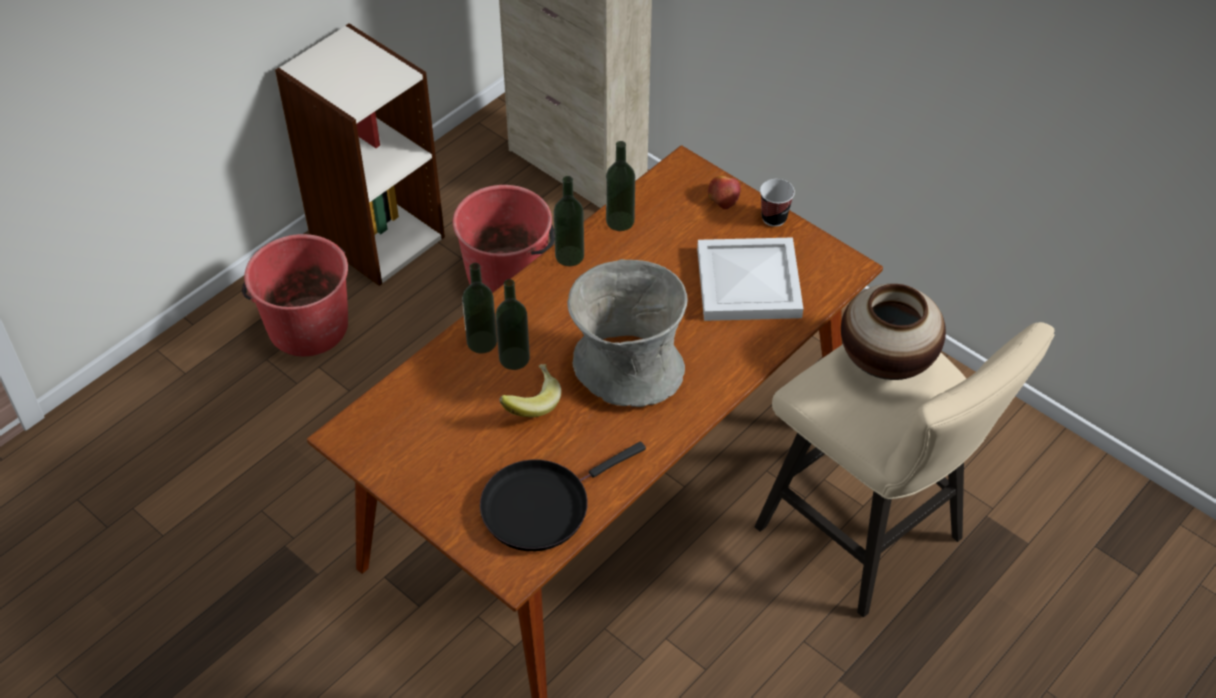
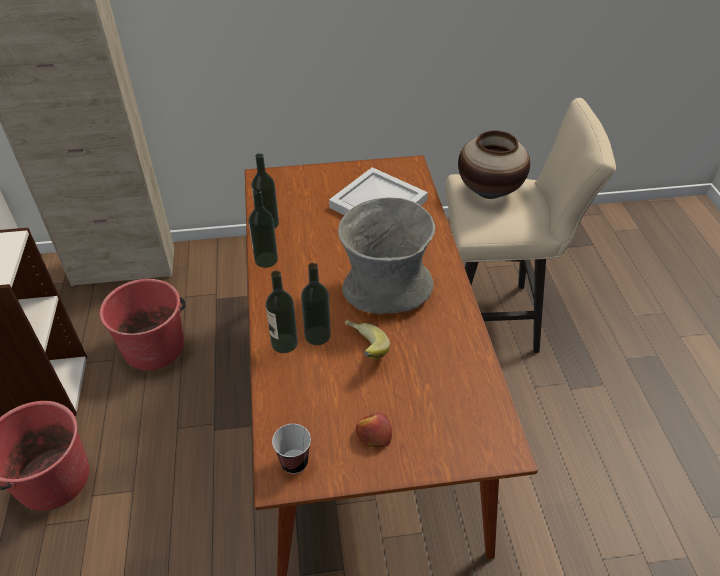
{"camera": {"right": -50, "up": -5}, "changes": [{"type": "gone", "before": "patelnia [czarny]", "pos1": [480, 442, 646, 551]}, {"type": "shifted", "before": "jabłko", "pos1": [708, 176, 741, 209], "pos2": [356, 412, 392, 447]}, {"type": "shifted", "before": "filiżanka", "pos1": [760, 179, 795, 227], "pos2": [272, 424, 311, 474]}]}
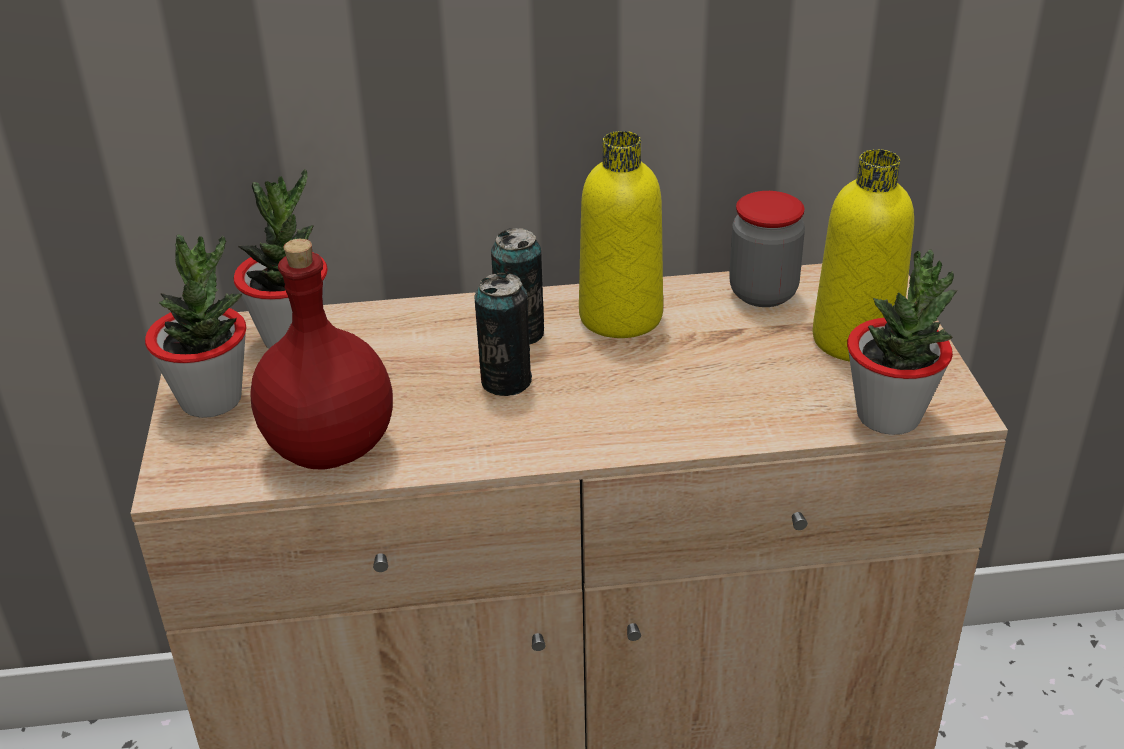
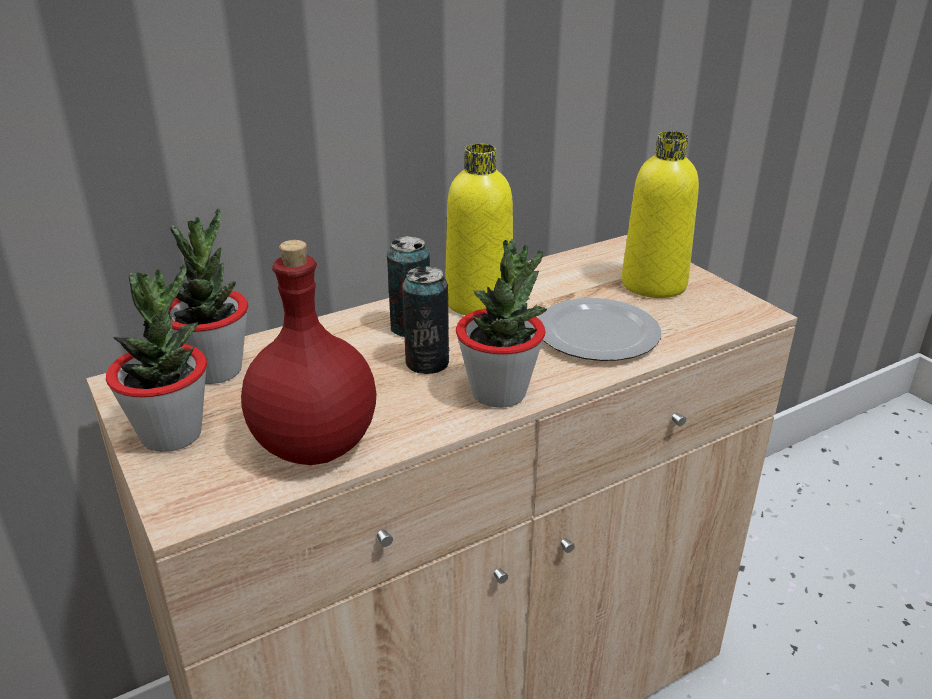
{"camera": {"right": -25, "up": -5}, "changes": [{"type": "gone", "before": "słoik", "pos1": [729, 191, 805, 307]}, {"type": "new", "after": "talerz", "pos2": [538, 298, 661, 361]}, {"type": "shifted", "before": "roślina doniczkowa", "pos1": [847, 249, 958, 435], "pos2": [456, 239, 547, 408]}]}
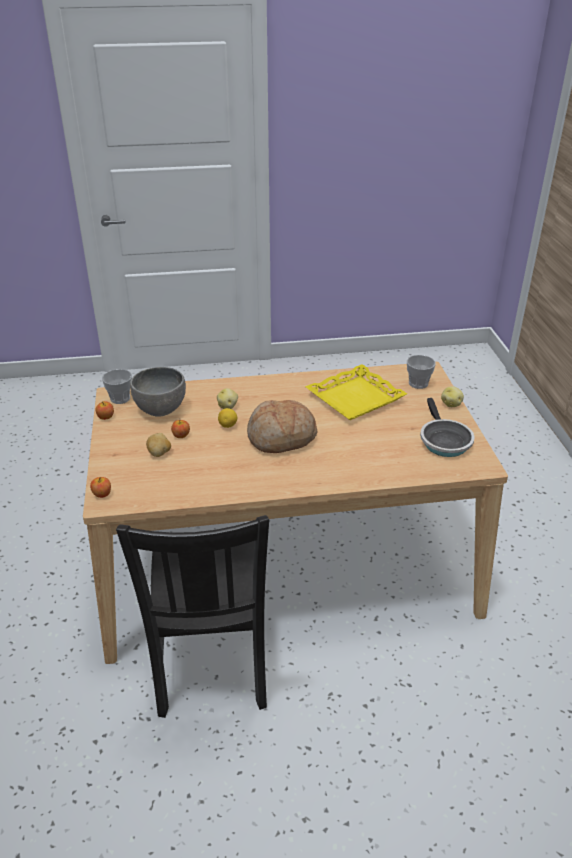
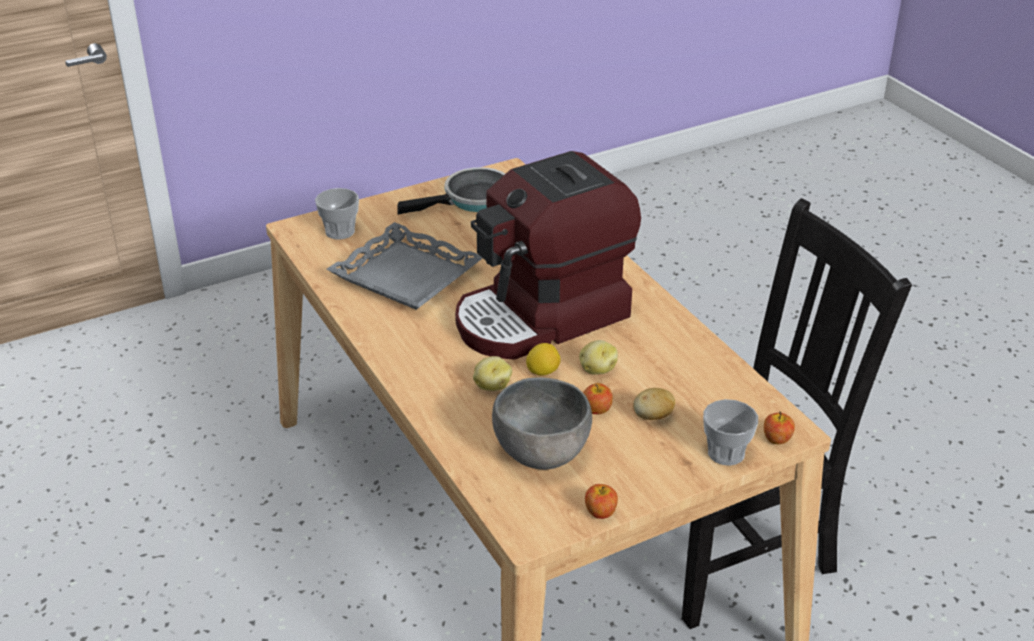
{"camera": {"right": -110, "up": 0}, "changes": [{"type": "shifted", "before": "filiżanka", "pos1": [102, 369, 132, 404], "pos2": [703, 399, 758, 466]}, {"type": "shifted", "before": "ziemniak", "pos1": [441, 386, 464, 407], "pos2": [579, 340, 618, 375]}, {"type": "swapped", "before": "chleb", "after": "ekspres do kawy", "pos1": [247, 400, 317, 453], "pos2": [455, 151, 641, 360]}, {"type": "repainted", "before": "taca [żółty]", "after": "taca [szary]", "pos1": [305, 364, 407, 420], "pos2": [327, 222, 483, 310]}]}
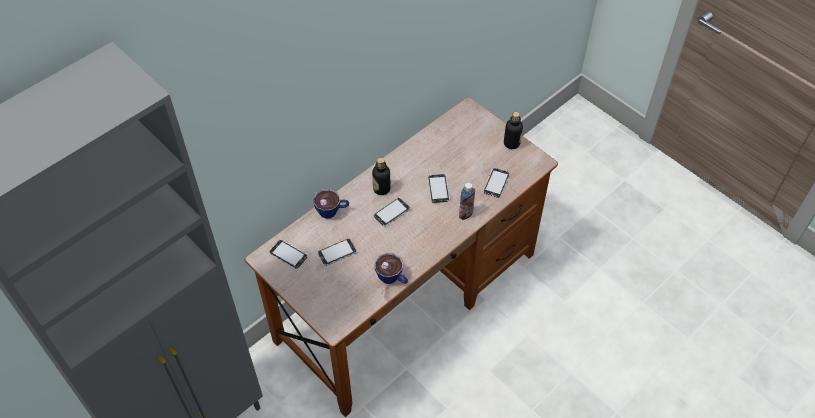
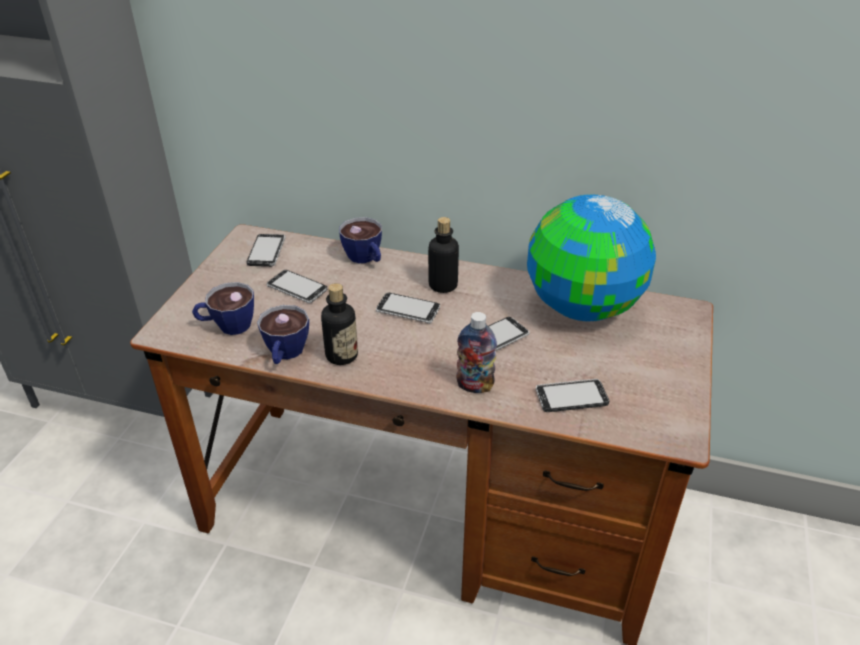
{"camera": {"right": 60, "up": -15}, "changes": [{"type": "new", "after": "filiżanka", "pos2": [192, 282, 254, 335]}, {"type": "new", "after": "globus", "pos2": [527, 194, 656, 322]}, {"type": "shifted", "before": "butelka", "pos1": [504, 112, 523, 149], "pos2": [321, 283, 358, 365]}]}
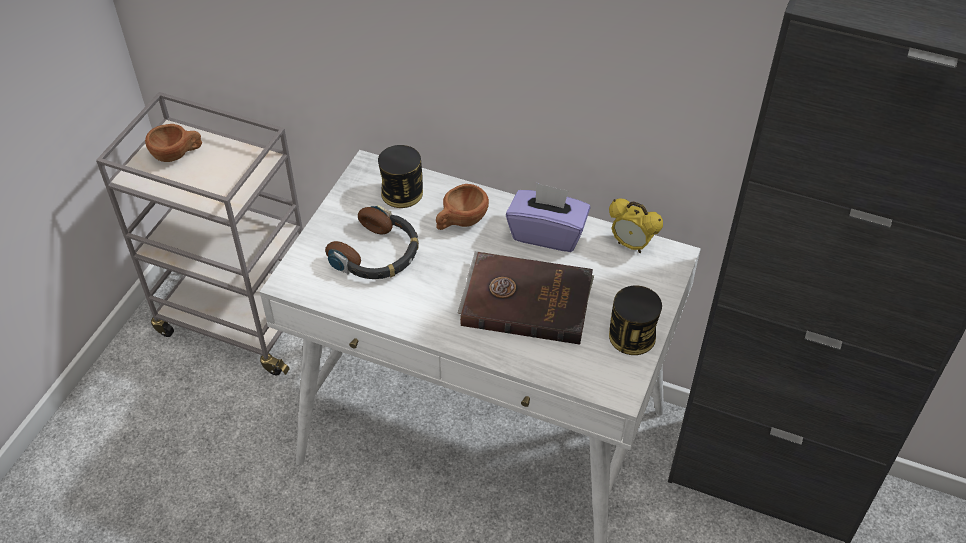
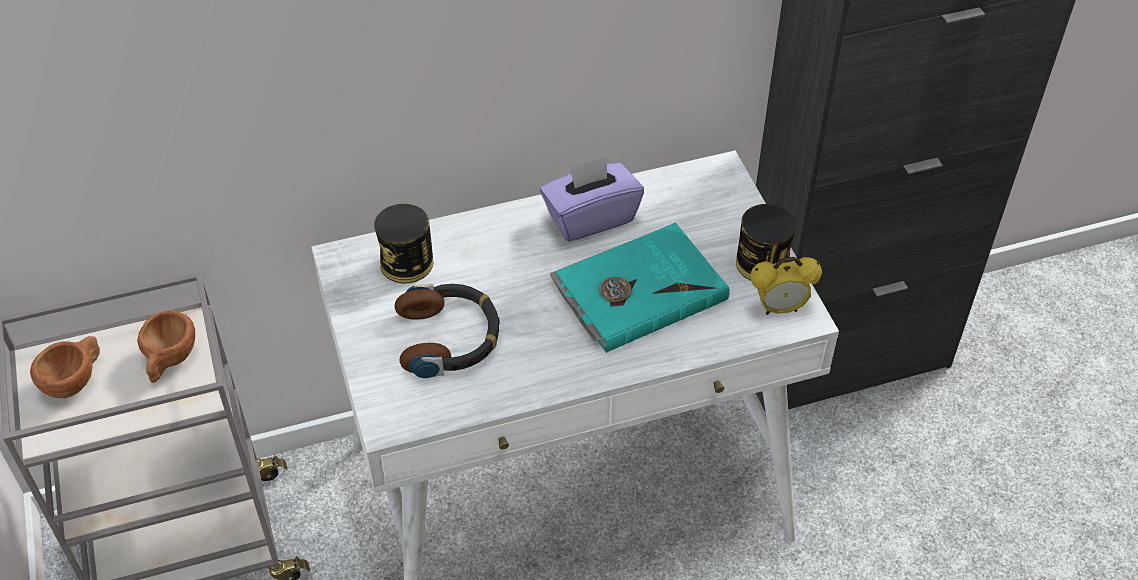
{"camera": {"right": -40, "up": 0}, "changes": [{"type": "shifted", "before": "filiżanka [brązowy]", "pos1": [436, 184, 489, 230], "pos2": [137, 311, 195, 383]}, {"type": "shifted", "before": "budzik", "pos1": [609, 198, 663, 253], "pos2": [750, 257, 822, 315]}, {"type": "repainted", "before": "książka [brązowy]", "after": "książka [turkusowy]", "pos1": [458, 251, 594, 345], "pos2": [550, 223, 729, 353]}]}
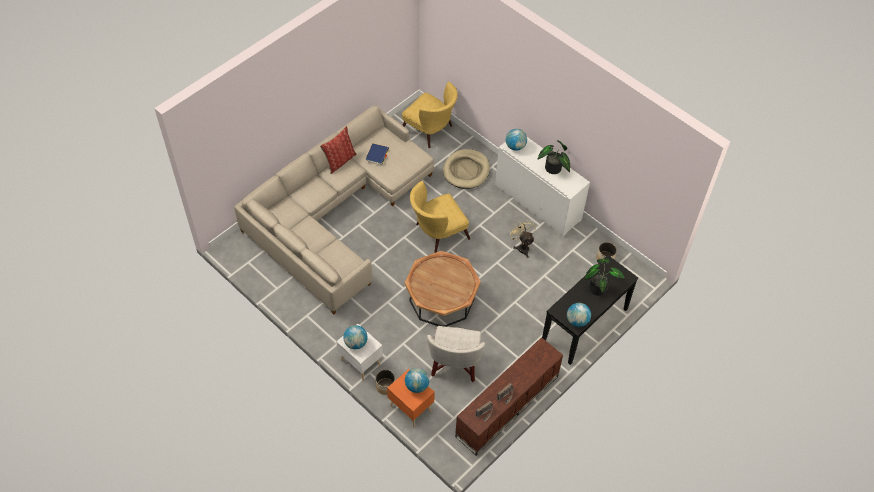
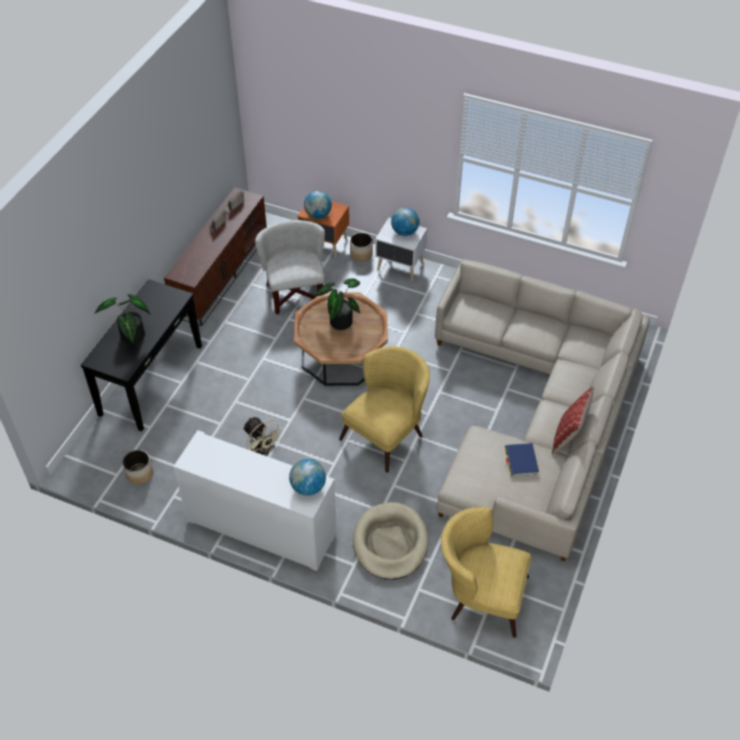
{"camera": {"right": 160, "up": -5}, "changes": [{"type": "gone", "before": "globus", "pos1": [567, 303, 591, 327]}, {"type": "shifted", "before": "roślina doniczkowa", "pos1": [537, 140, 570, 174], "pos2": [315, 278, 360, 330]}]}
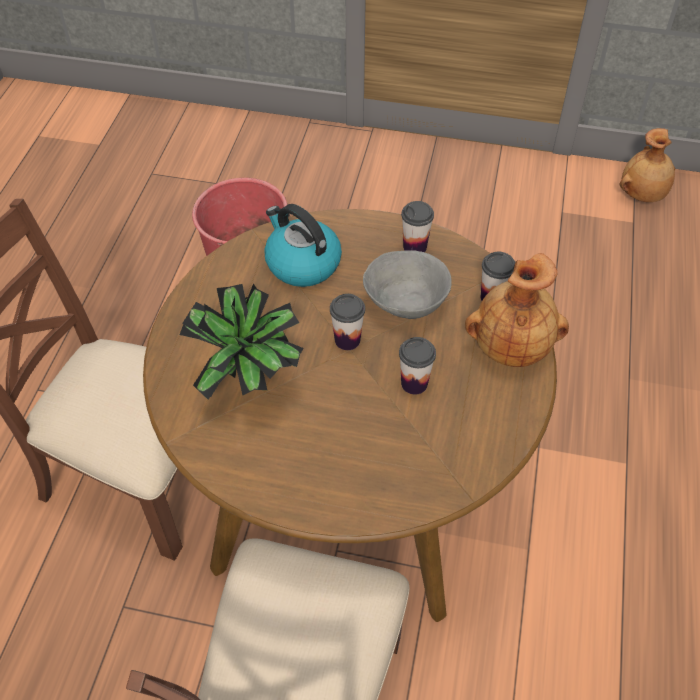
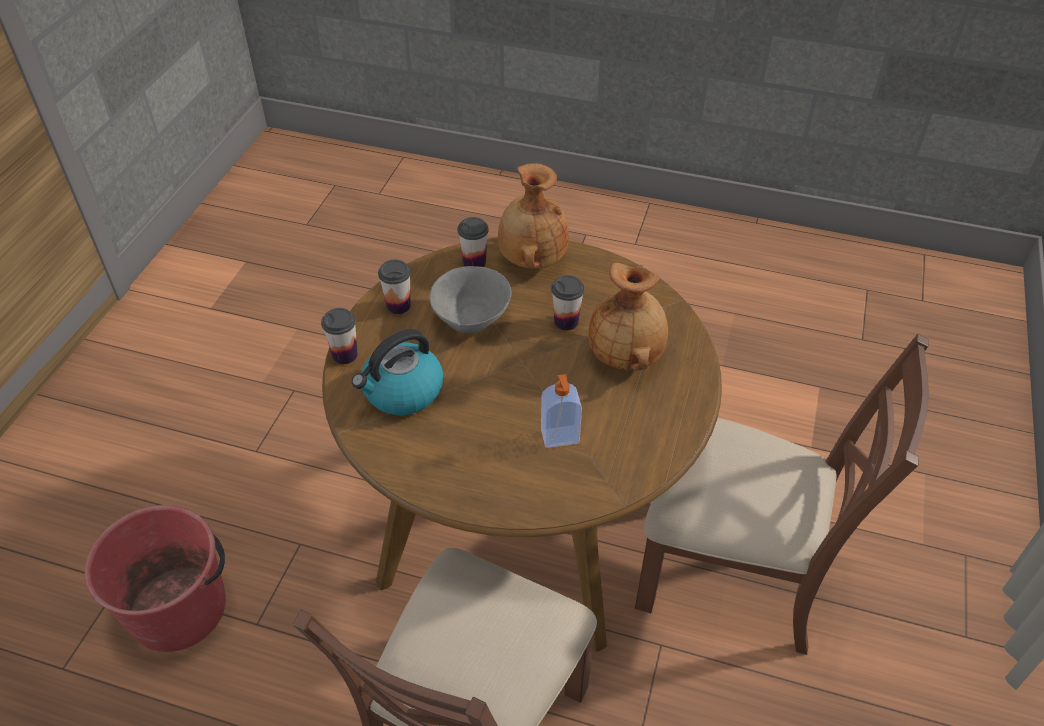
{"camera": {"right": -85, "up": -5}, "changes": [{"type": "shifted", "before": "filiżanka", "pos1": [330, 294, 365, 350], "pos2": [321, 308, 358, 364]}, {"type": "shifted", "before": "wazon [brązowy]", "pos1": [619, 128, 675, 202], "pos2": [588, 262, 668, 371]}, {"type": "swapped", "before": "roślina doniczkowa", "after": "dozownik mydła", "pos1": [179, 283, 304, 399], "pos2": [541, 374, 582, 448]}]}
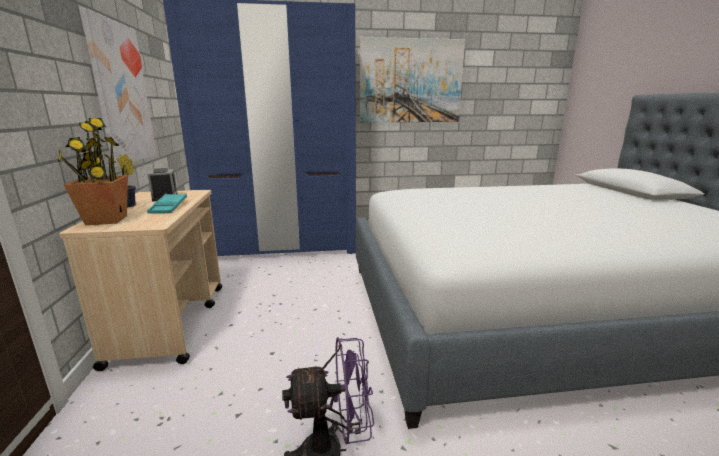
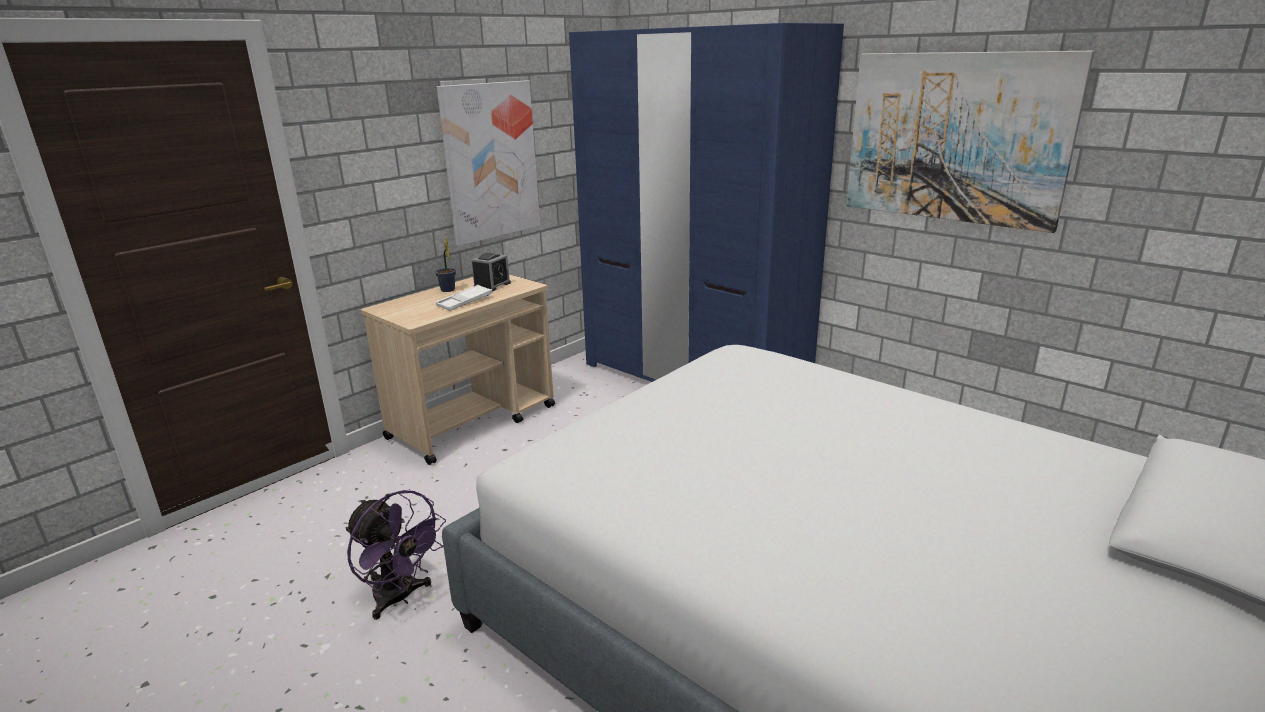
{"camera": {"right": 50, "up": 5}, "changes": [{"type": "gone", "before": "roślina doniczkowa", "pos1": [58, 118, 128, 225]}, {"type": "repainted", "before": "taca [turkusowy]", "after": "taca [biały]", "pos1": [147, 194, 187, 214], "pos2": [436, 285, 493, 311]}]}
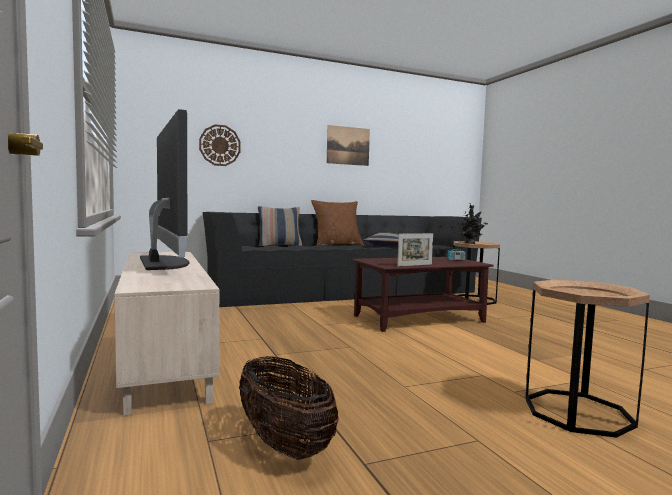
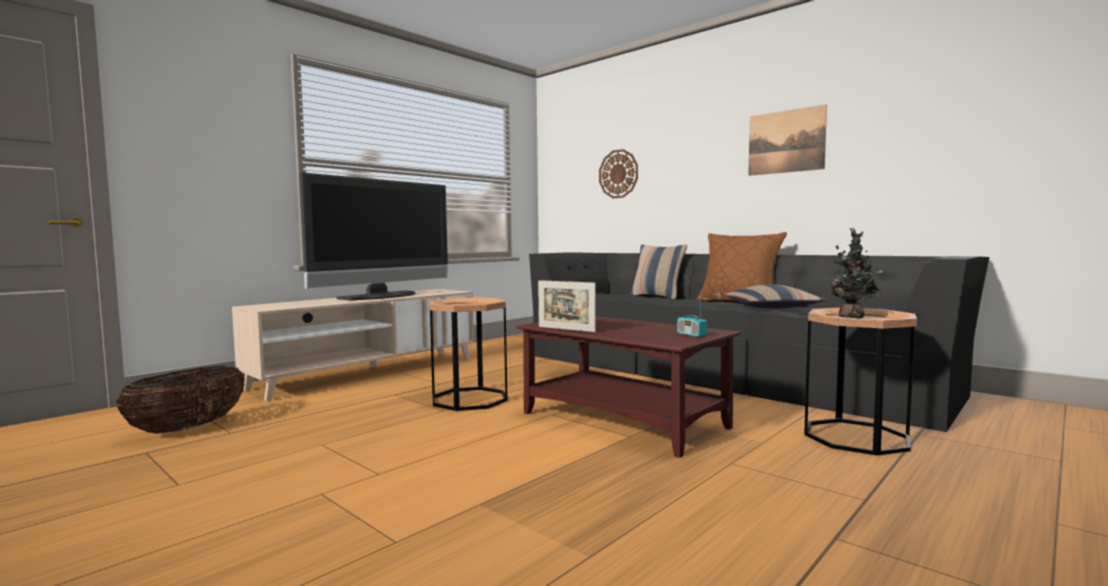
{"camera": {"right": 65, "up": 0}, "changes": [{"type": "shifted", "before": "stolik [brązowy]", "pos1": [525, 279, 650, 438], "pos2": [430, 297, 508, 411]}]}
